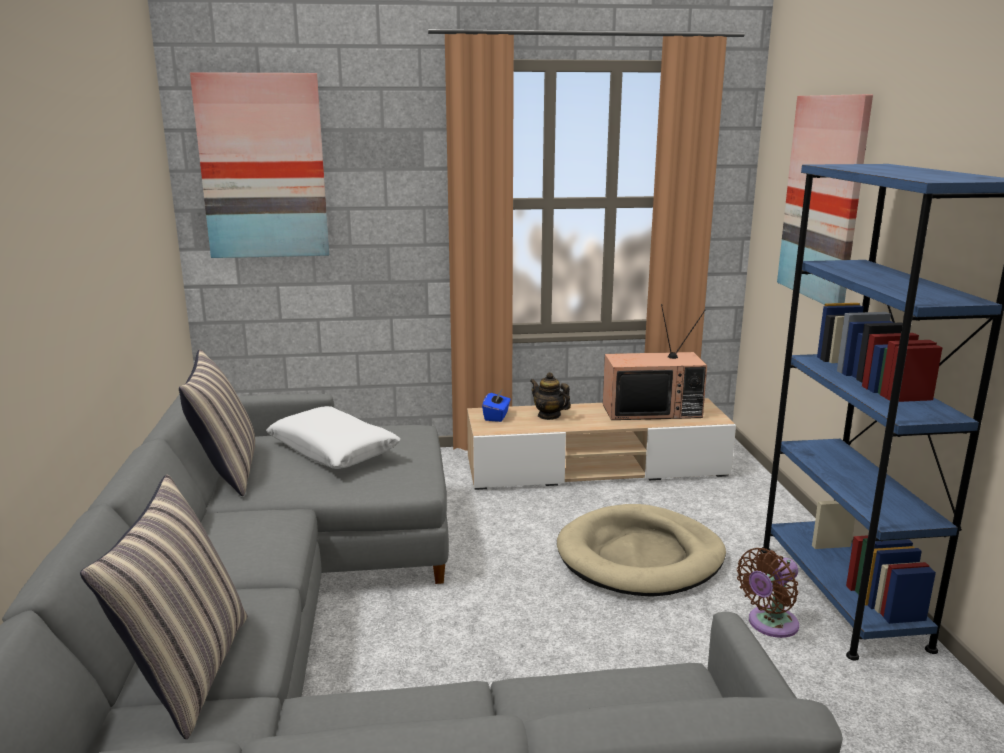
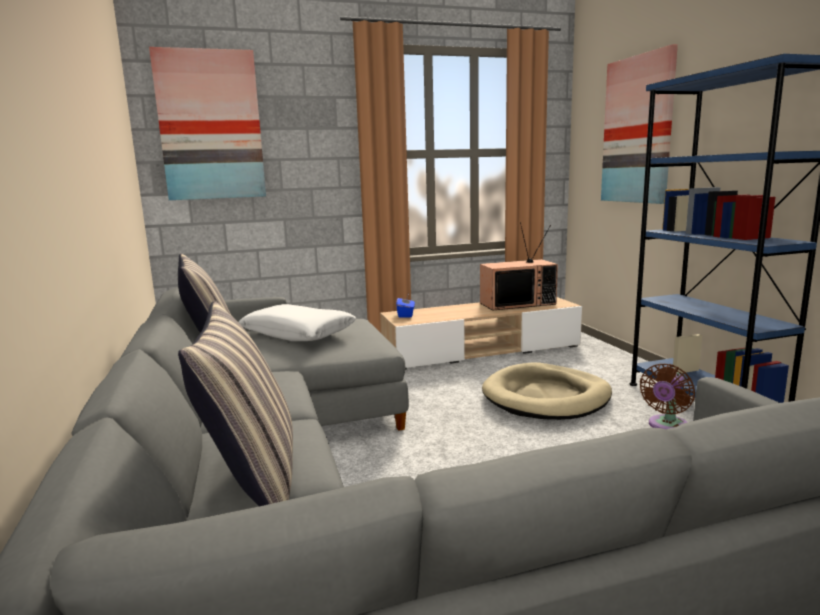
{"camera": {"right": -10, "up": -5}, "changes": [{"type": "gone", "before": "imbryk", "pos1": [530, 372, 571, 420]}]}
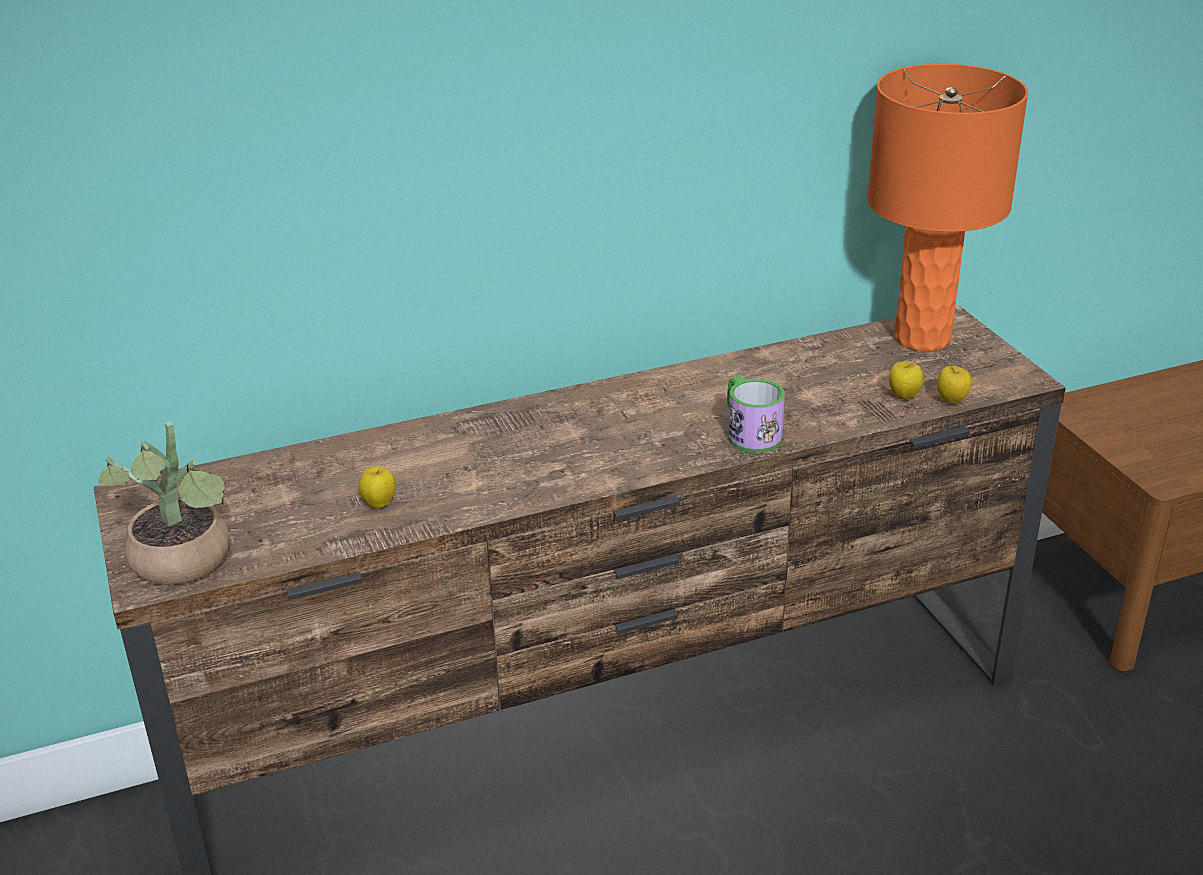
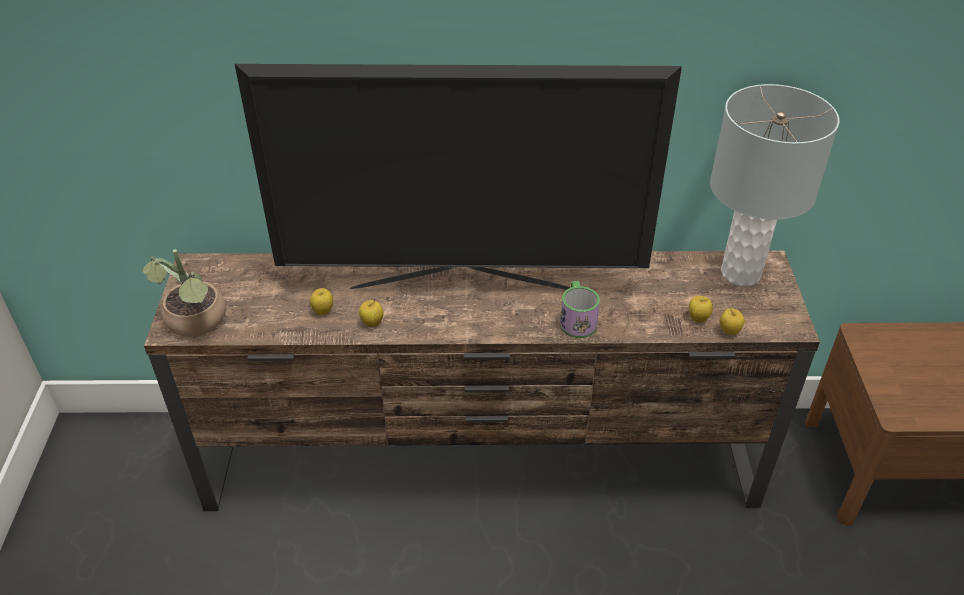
{"camera": {"right": 20, "up": 10}, "changes": [{"type": "new", "after": "telewizor", "pos2": [235, 64, 682, 290]}, {"type": "new", "after": "jabłko", "pos2": [359, 300, 383, 327]}, {"type": "repainted", "before": "lampa stołowa [pomarańczowy]", "after": "lampa stołowa [szary]", "pos1": [867, 64, 1028, 351], "pos2": [710, 84, 840, 286]}]}
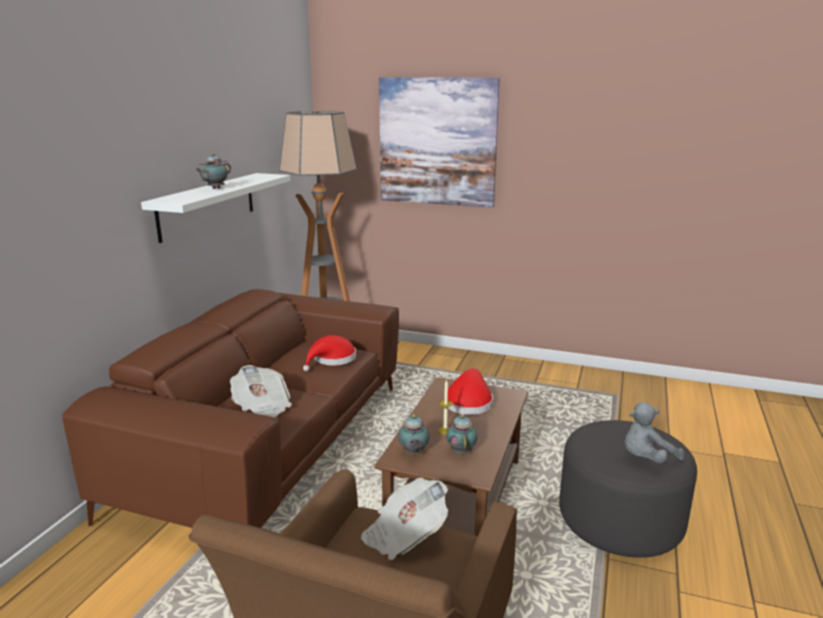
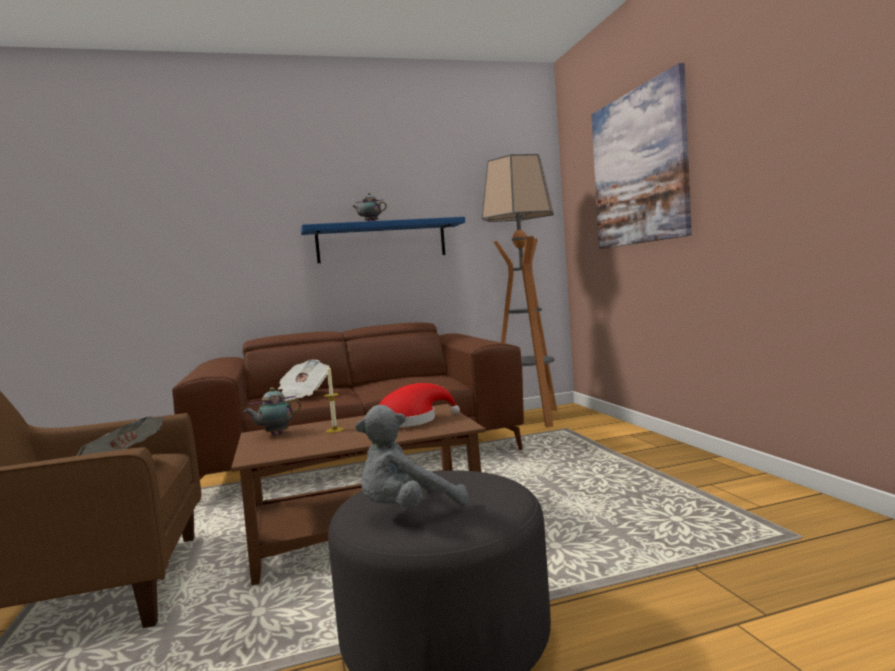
{"camera": {"right": 55, "up": -15}, "changes": [{"type": "gone", "before": "kapelusz [czerwony]", "pos1": [303, 335, 356, 371]}, {"type": "gone", "before": "imbryk", "pos1": [446, 414, 477, 455]}, {"type": "repainted", "before": "półka [biały]", "after": "półka [niebieski]", "pos1": [141, 173, 290, 243], "pos2": [301, 217, 465, 263]}, {"type": "rotated", "before": "pluszak [szary]", "pos1": [625, 402, 684, 464], "pos2": [355, 405, 469, 508], "turn": -60}]}
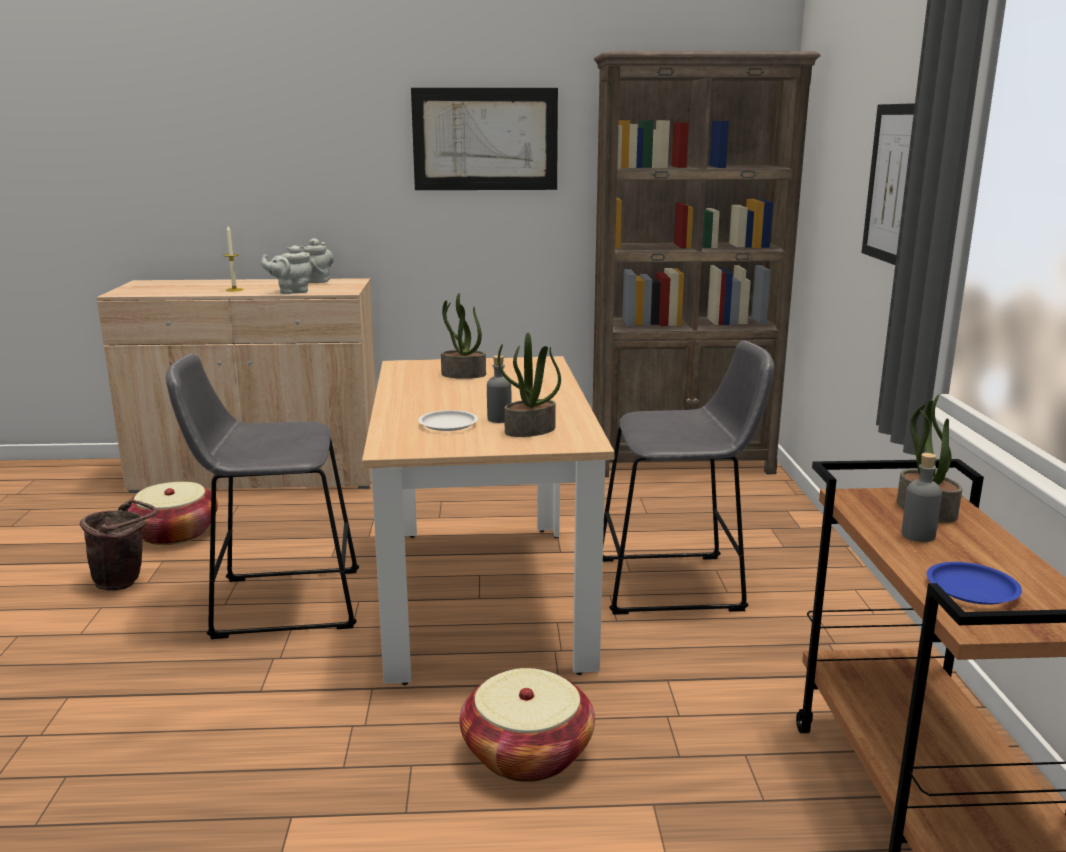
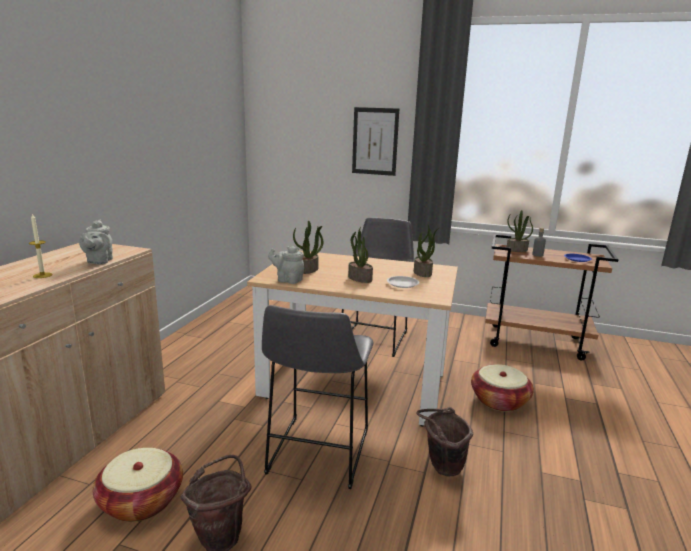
{"camera": {"right": -70, "up": 0}, "changes": [{"type": "gone", "before": "obraz", "pos1": [411, 88, 558, 190]}, {"type": "gone", "before": "butelka [szary]", "pos1": [487, 355, 512, 423]}, {"type": "gone", "before": "regał [brązowy]", "pos1": [593, 51, 821, 477]}, {"type": "new", "after": "roślina doniczkowa", "pos2": [348, 227, 373, 283]}, {"type": "new", "after": "wiadro [brązowy]", "pos2": [416, 407, 473, 477]}, {"type": "shifted", "before": "imbryk [szary]", "pos1": [303, 238, 334, 283], "pos2": [268, 246, 304, 284]}]}
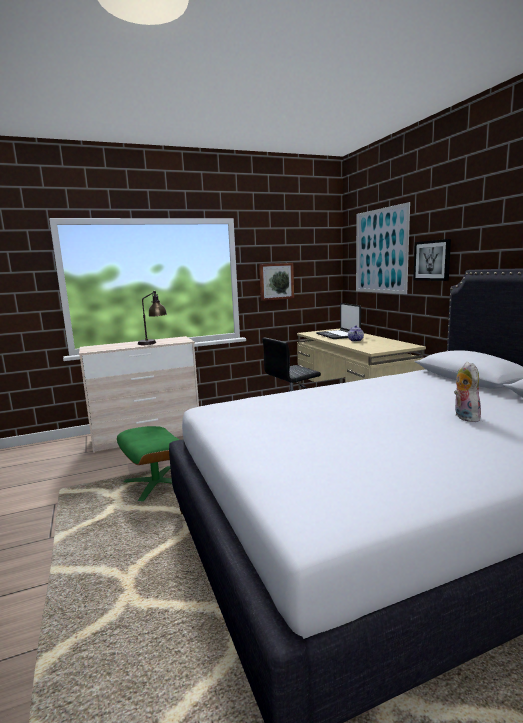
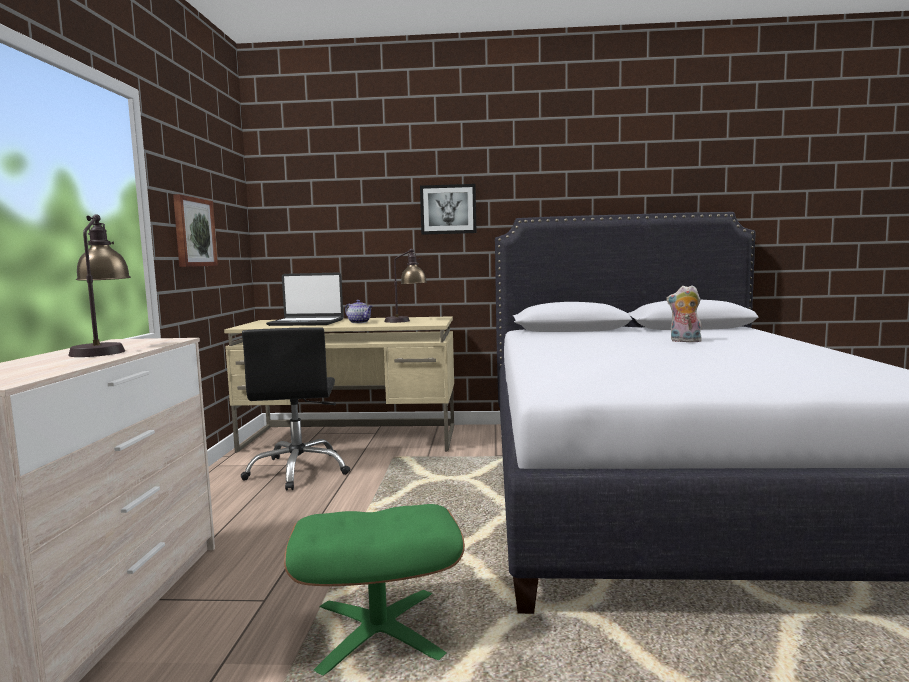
{"camera": {"right": -65, "up": -5}, "changes": [{"type": "gone", "before": "obraz", "pos1": [356, 202, 410, 294]}, {"type": "new", "after": "lampa stołowa", "pos2": [384, 249, 427, 323]}]}
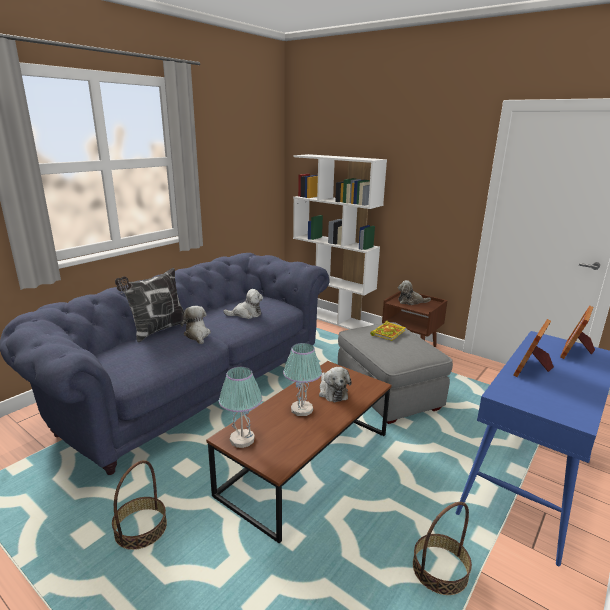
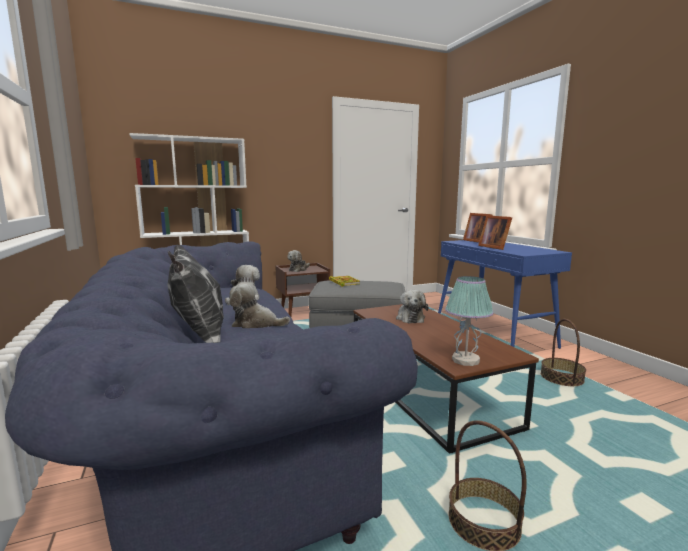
{"camera": {"right": -60, "up": -10}, "changes": [{"type": "gone", "before": "lampa stołowa", "pos1": [283, 343, 322, 416]}, {"type": "rotated", "before": "pluszak", "pos1": [319, 367, 352, 402], "pos2": [396, 290, 428, 323], "turn": 75}]}
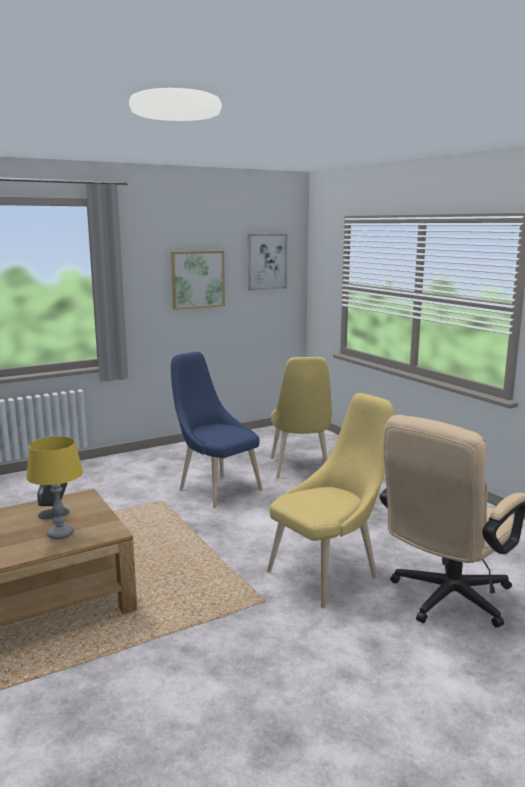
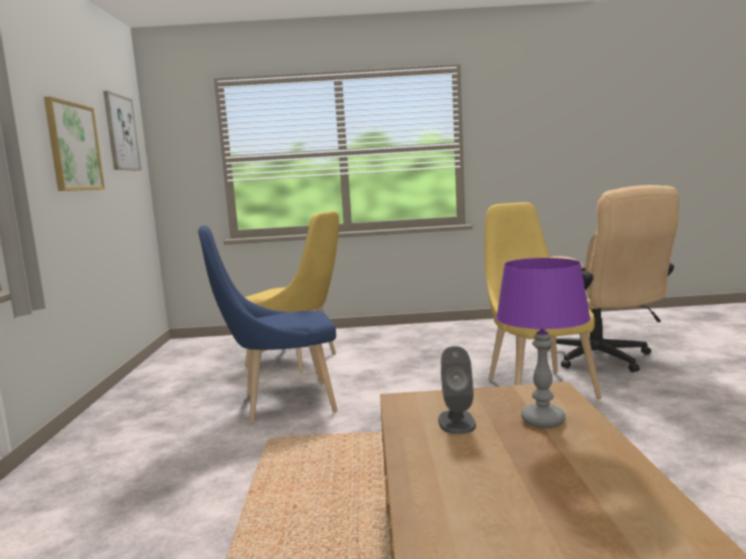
{"camera": {"right": -60, "up": -5}, "changes": [{"type": "repainted", "before": "lampa stołowa [żółty]", "after": "lampa stołowa [fioletowy]", "pos1": [26, 436, 83, 539], "pos2": [496, 258, 591, 428]}]}
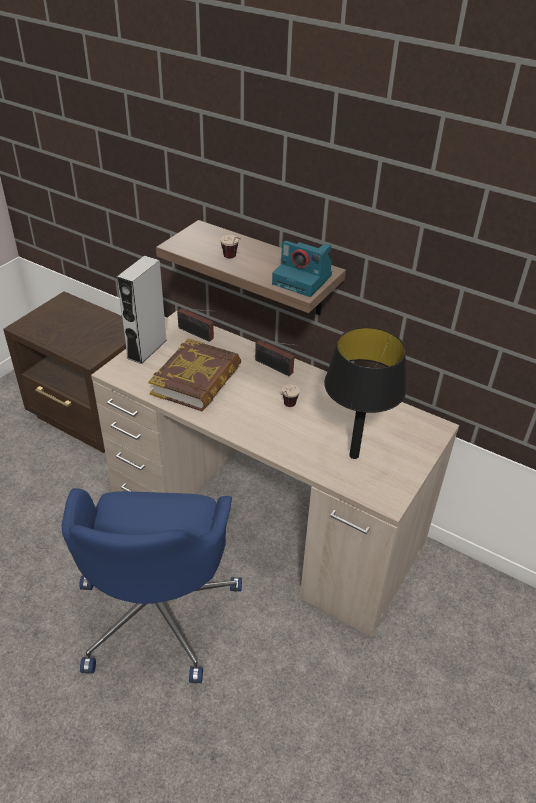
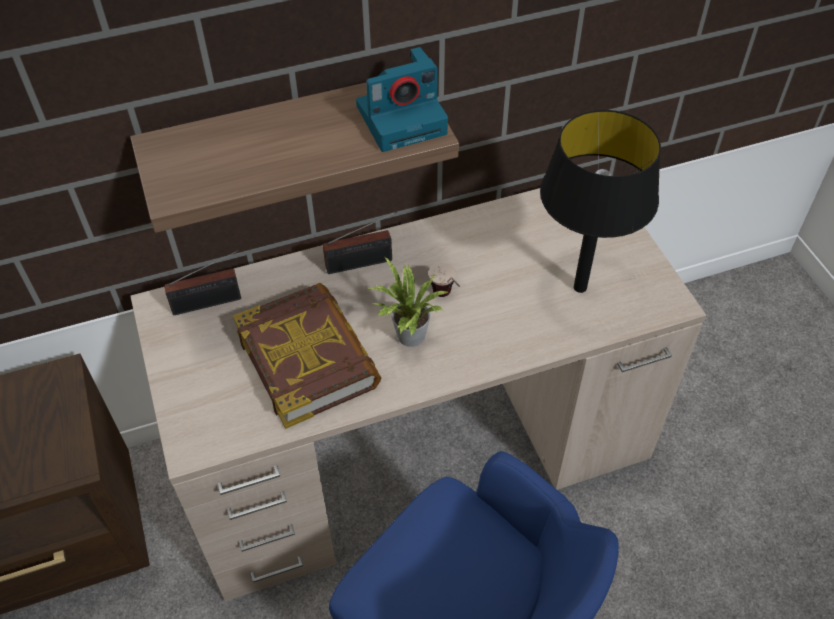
{"camera": {"right": -50, "up": 10}, "changes": [{"type": "gone", "before": "głośnik [szary]", "pos1": [117, 255, 167, 364]}, {"type": "gone", "before": "filiżanka", "pos1": [220, 235, 241, 258]}, {"type": "new", "after": "roślina doniczkowa", "pos2": [368, 257, 449, 347]}]}
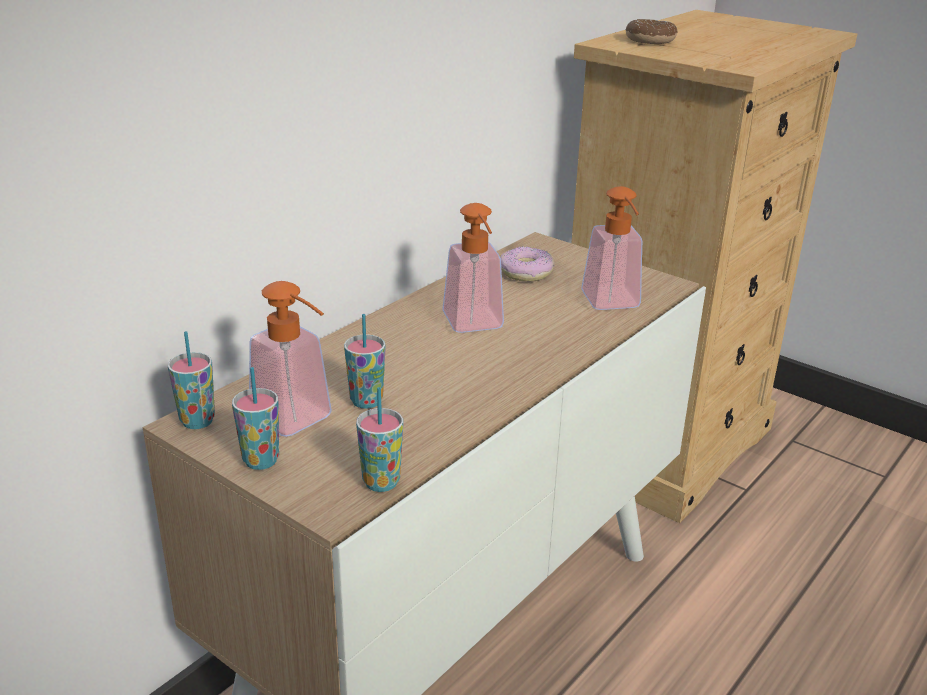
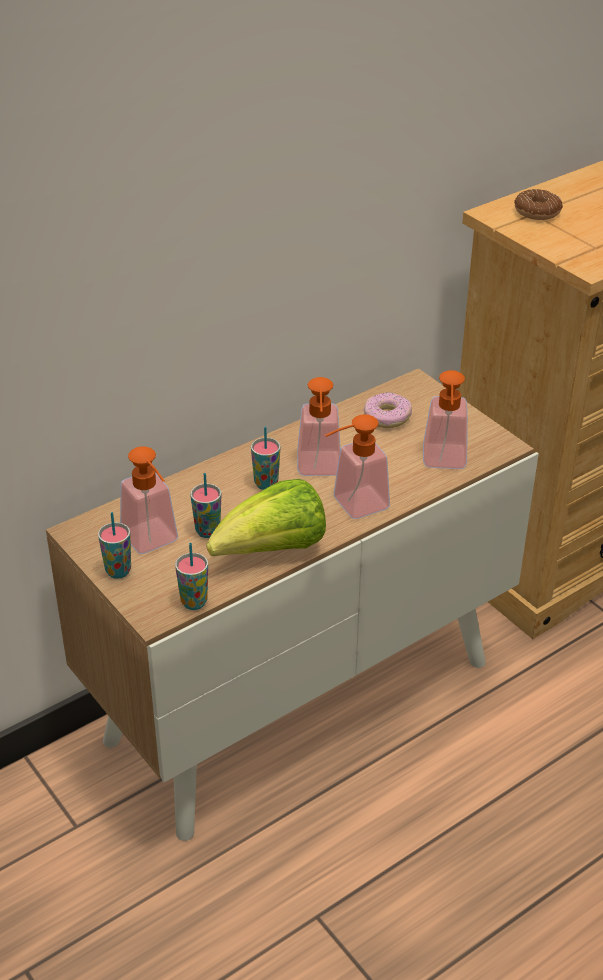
{"camera": {"right": 15, "up": 10}, "changes": [{"type": "new", "after": "sałata", "pos2": [207, 479, 326, 556]}, {"type": "new", "after": "dozownik mydła", "pos2": [325, 414, 390, 519]}, {"type": "shifted", "before": "filiżanka", "pos1": [168, 331, 215, 429], "pos2": [251, 426, 280, 490]}]}
